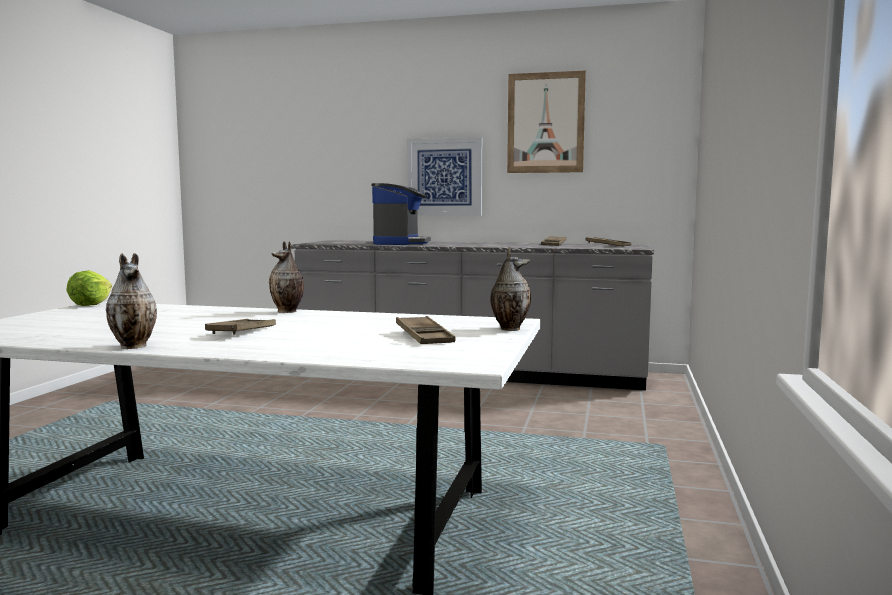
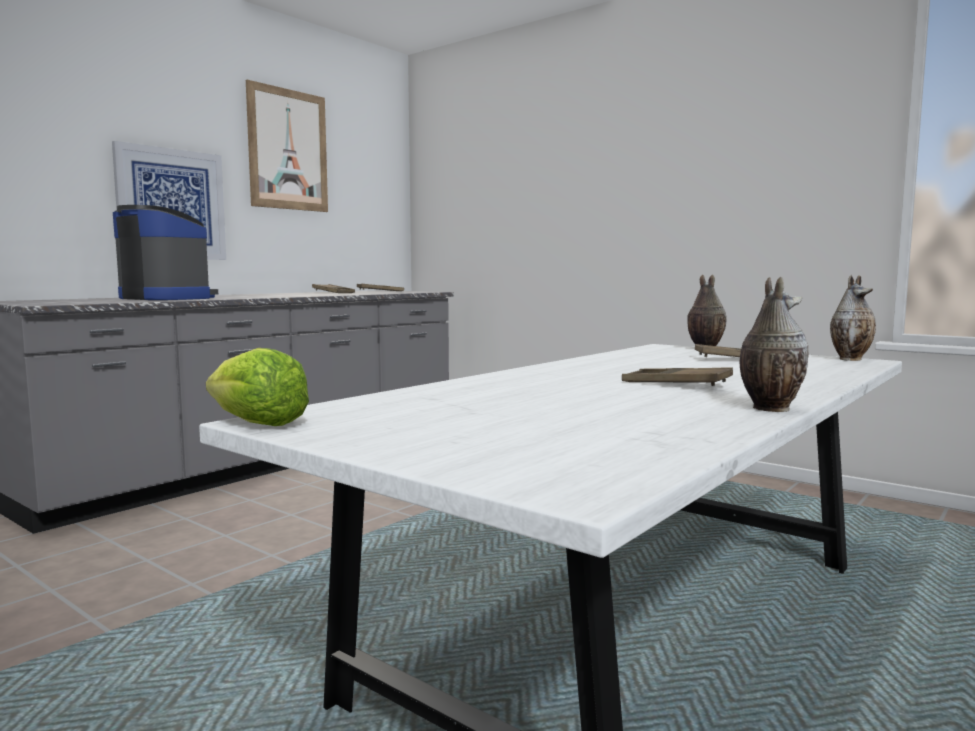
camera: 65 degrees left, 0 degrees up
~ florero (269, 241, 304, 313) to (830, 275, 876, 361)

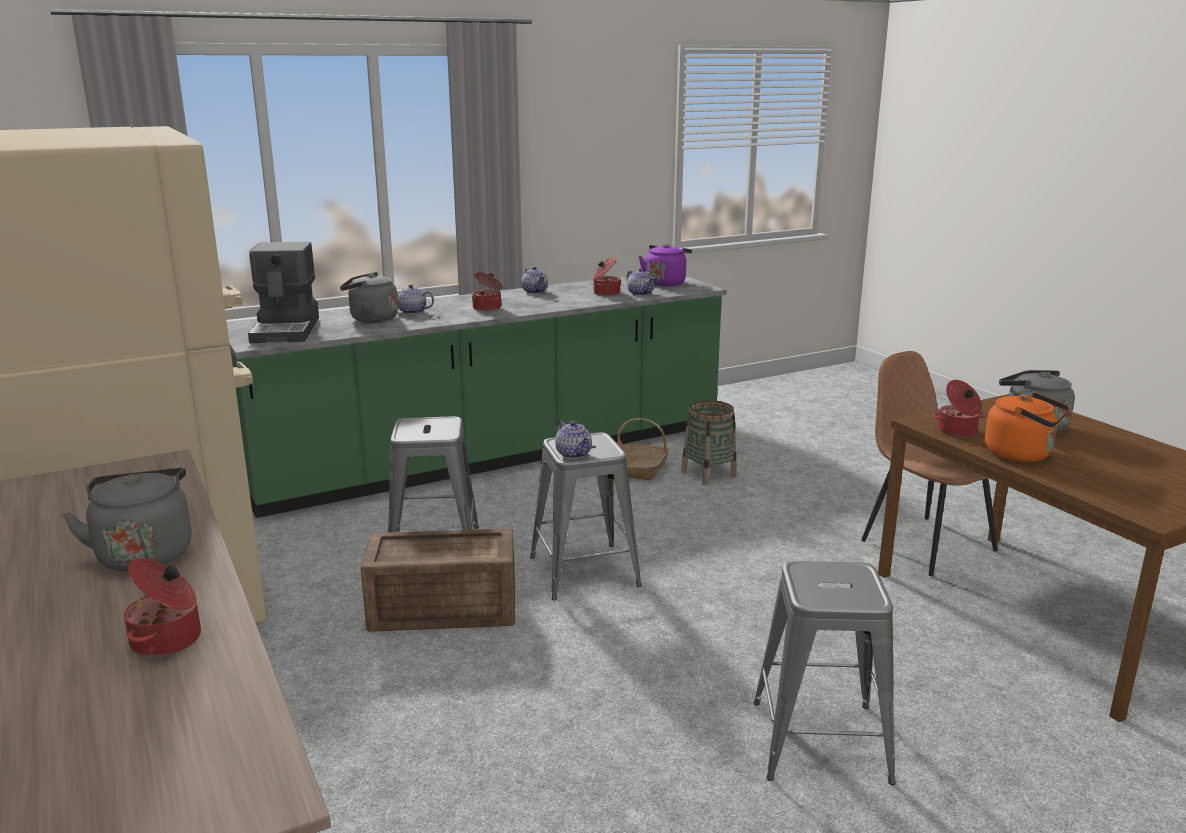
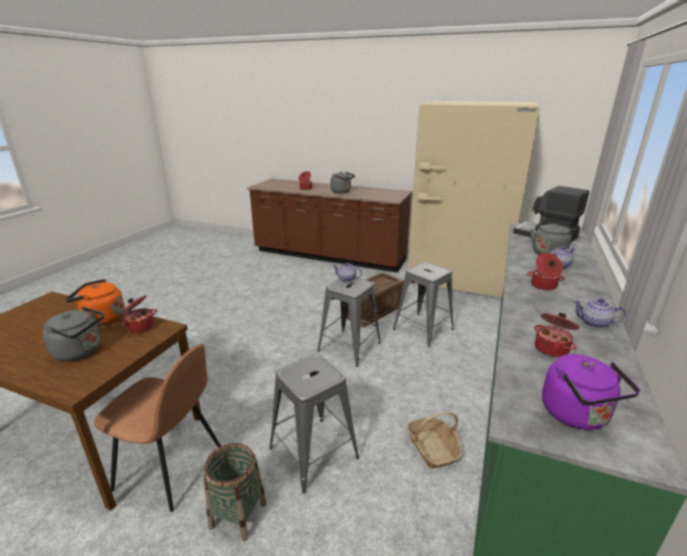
camera: 140 degrees right, 5 degrees up
- tetera (626, 268, 655, 296)
~ cesta (681, 400, 737, 485) to (204, 443, 267, 541)
~ taburete [gris] (754, 561, 896, 785) to (269, 354, 359, 494)

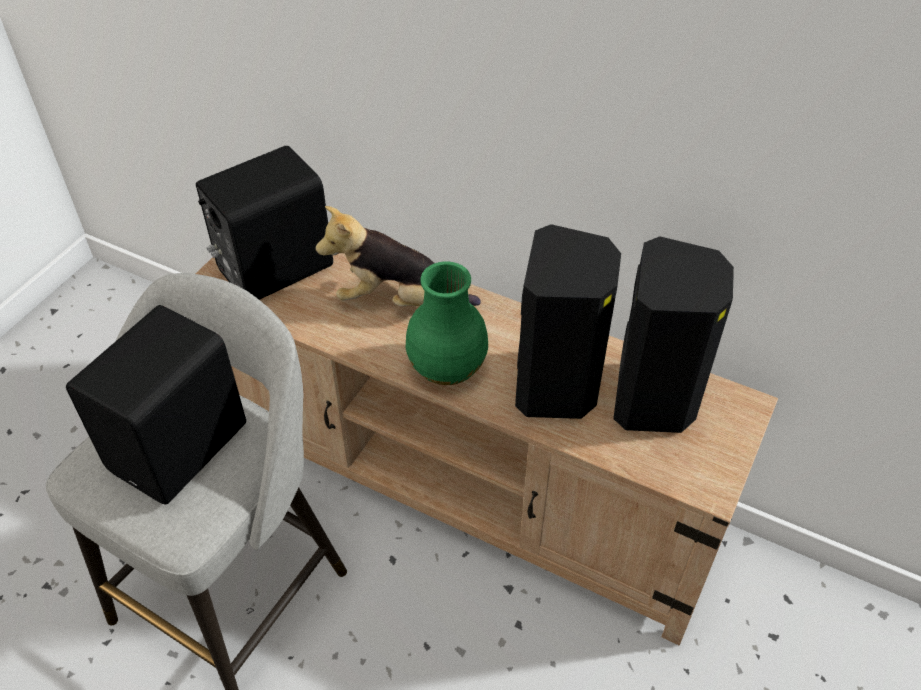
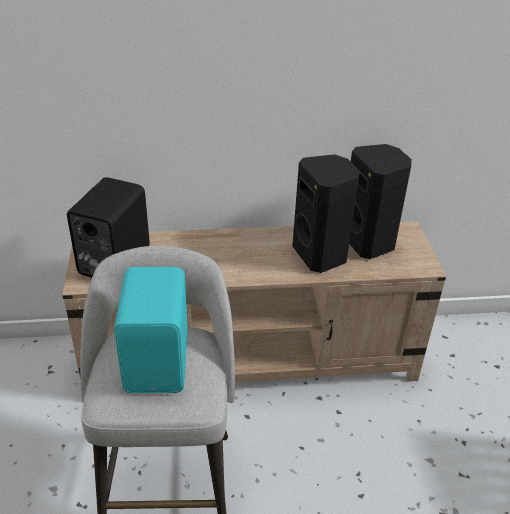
camera: 35 degrees left, 10 degrees down
~ altavoz [negro] (66, 305, 246, 504) to altavoz [turquesa] (114, 267, 188, 393)
- peluche (315, 206, 481, 306)
- florero [verde] (406, 261, 488, 385)

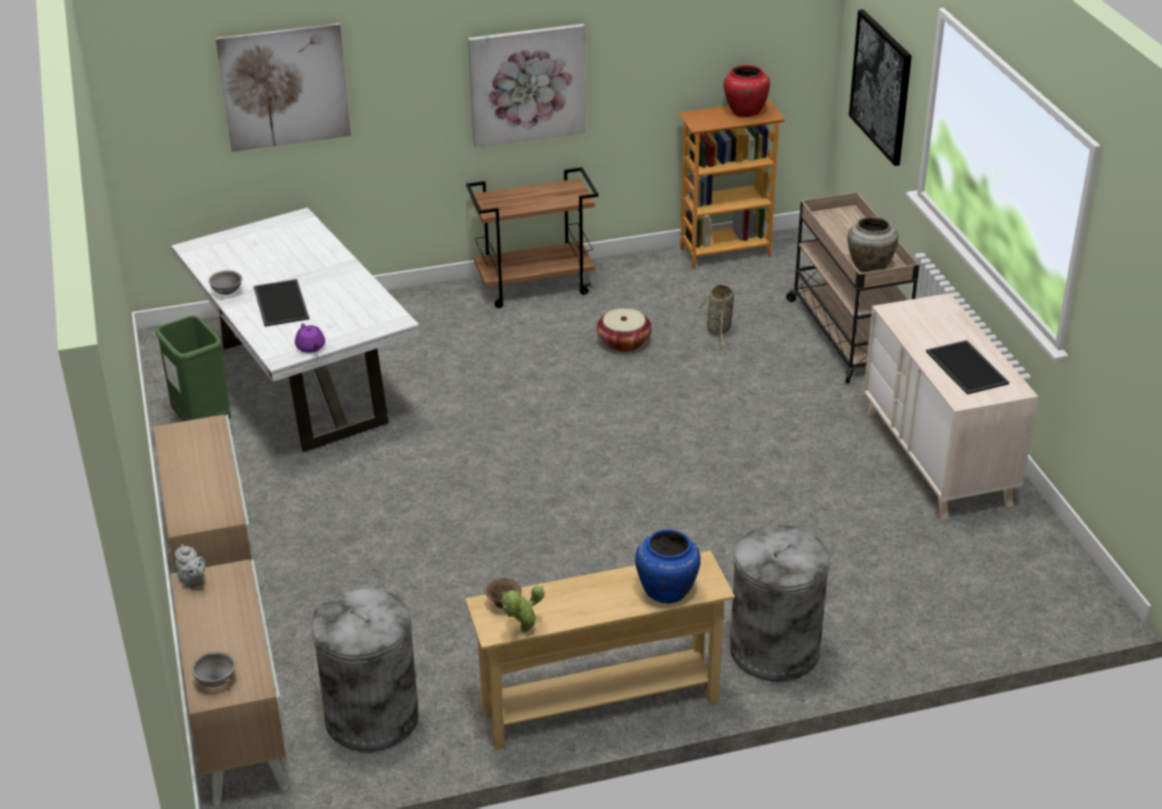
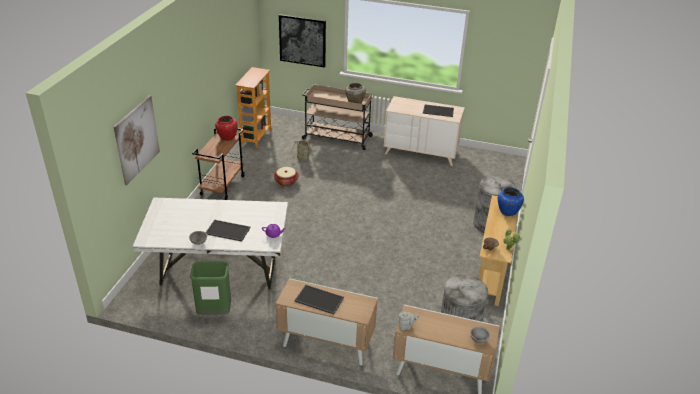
camera: 60 degrees left, 0 degrees up
- cuadro (468, 24, 586, 148)
~ florero [rojo] (724, 65, 770, 117) to (215, 116, 238, 141)
+ bandeja (294, 285, 344, 314)

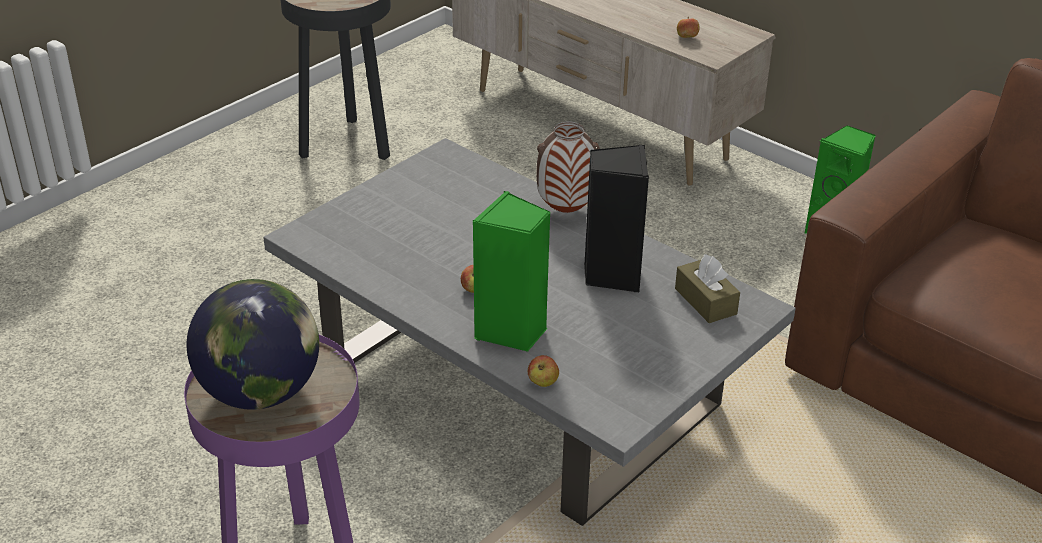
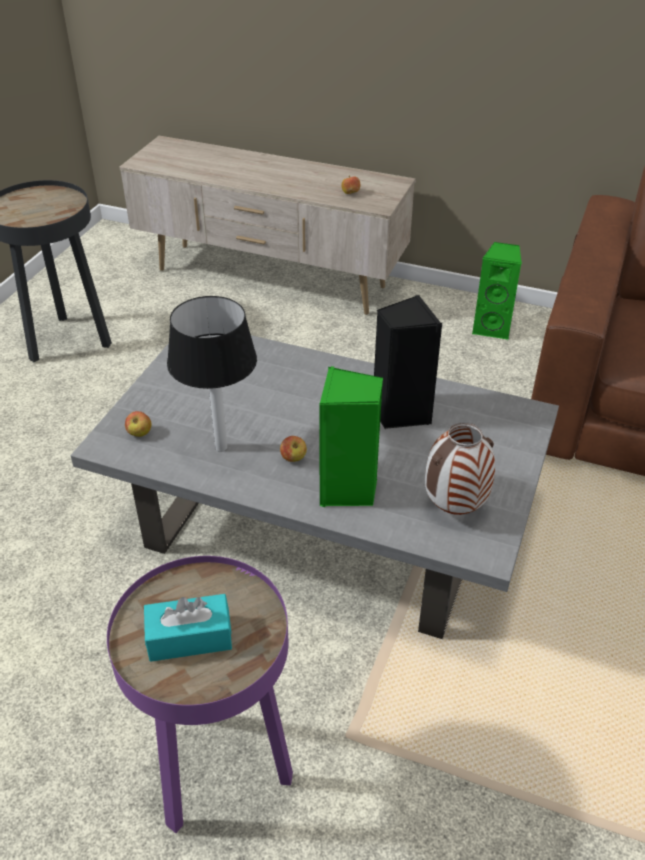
camera: 20 degrees left, 5 degrees up
~ globo terráqueo (187, 279, 319, 410) to caja de pañuelos [turquesa] (144, 594, 232, 662)
~ manzana (528, 355, 559, 387) to (125, 411, 151, 437)
~ florero (536, 121, 600, 213) to (425, 422, 495, 515)
- caja de pañuelos [marrón] (675, 254, 740, 323)
+ lámpara de mesa (167, 296, 257, 452)

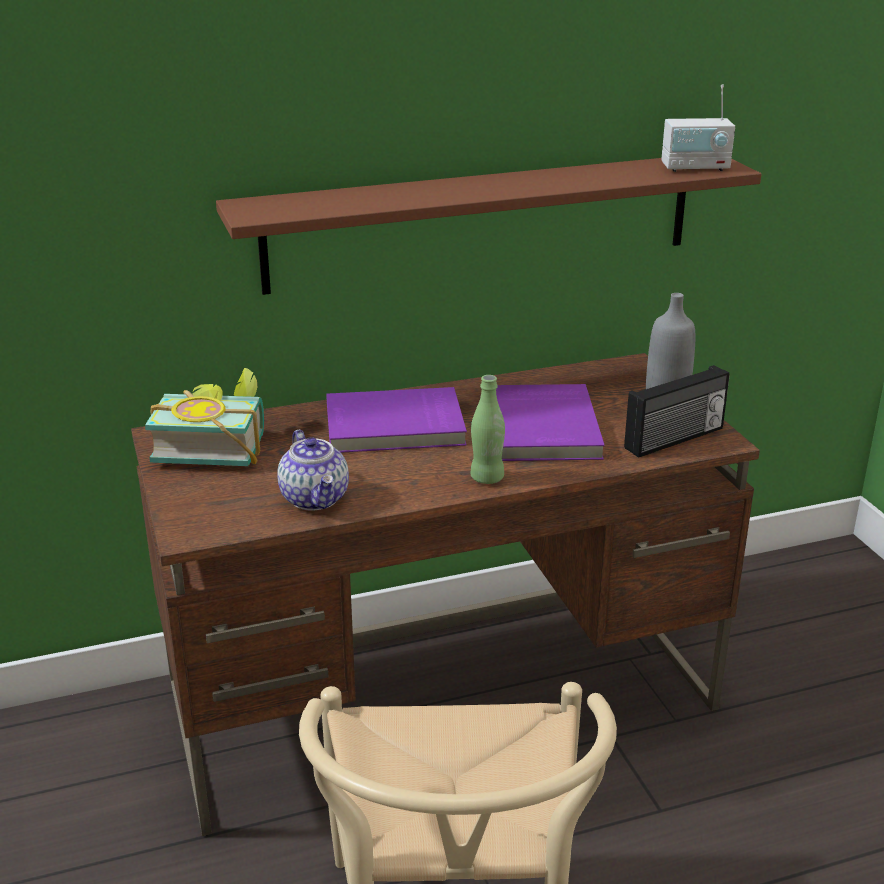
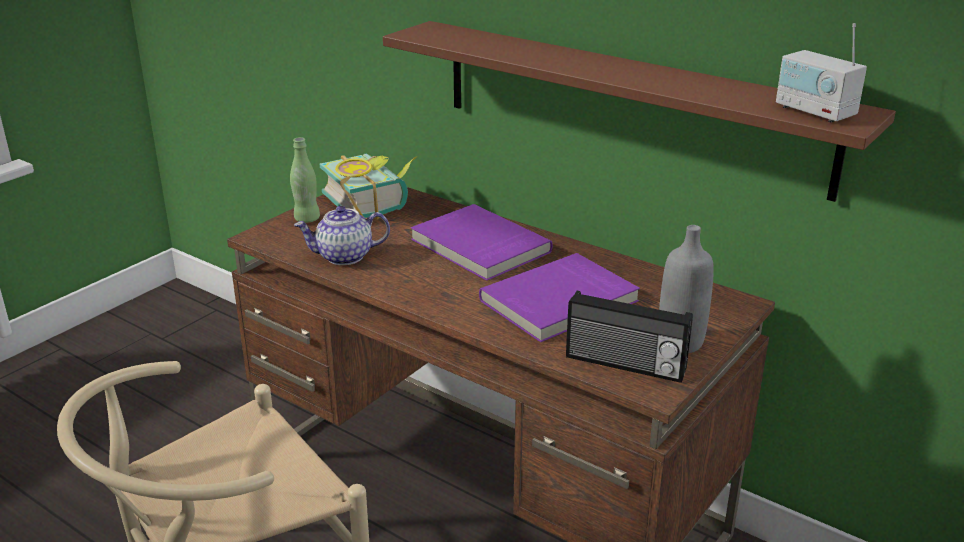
camera: 55 degrees right, 0 degrees up
~ tetera (277, 430, 349, 511) = (294, 206, 390, 265) 45 degrees clockwise
~ botella [verde] (471, 375, 505, 484) to (290, 137, 320, 223)

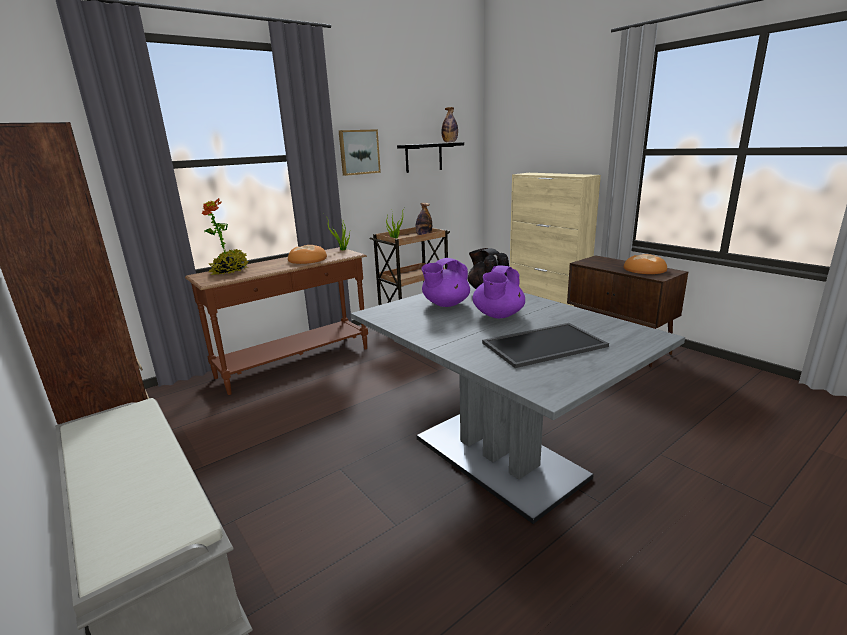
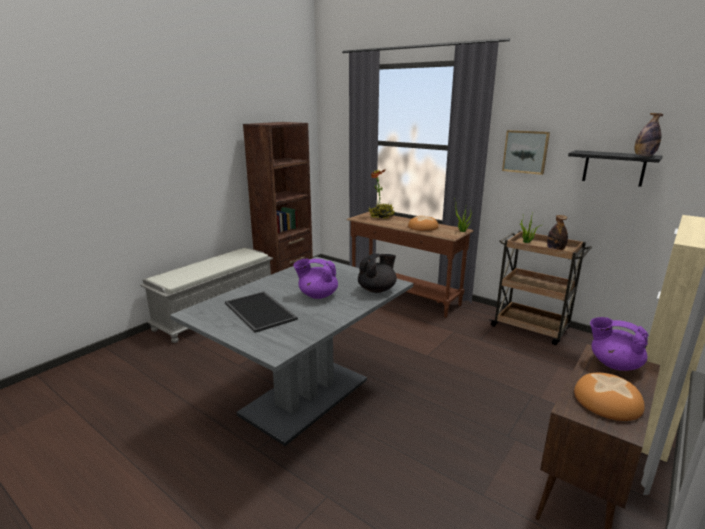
camera: 75 degrees right, 0 degrees up
~ tetera [morado] (422, 258, 470, 307) to (590, 317, 648, 371)

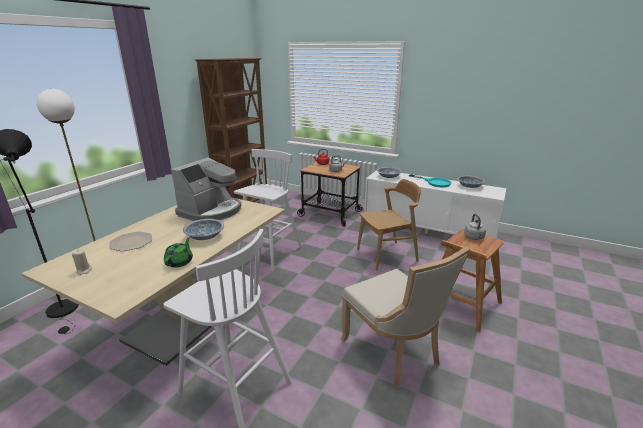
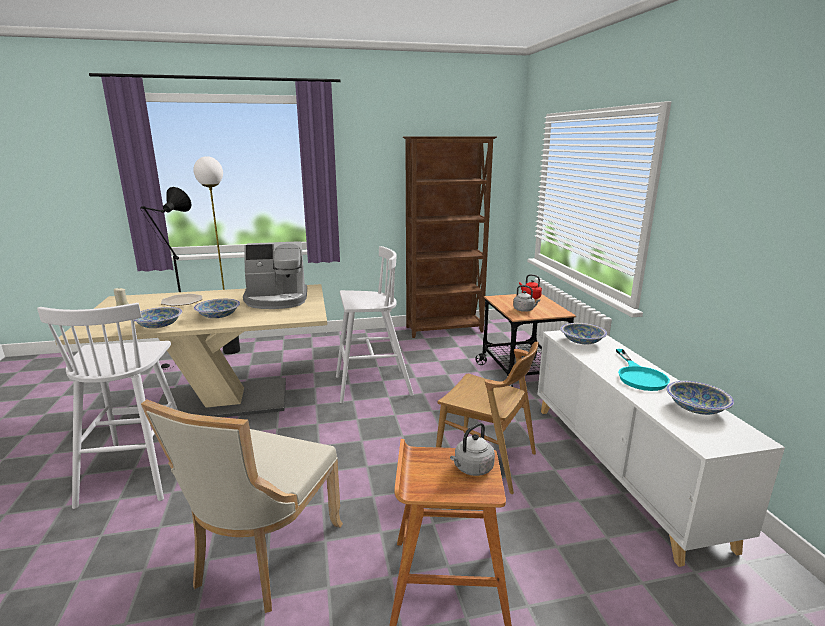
camera: 50 degrees right, 5 degrees down
~ tetera [verde] (164, 237, 193, 268) to cuenco (134, 307, 182, 328)

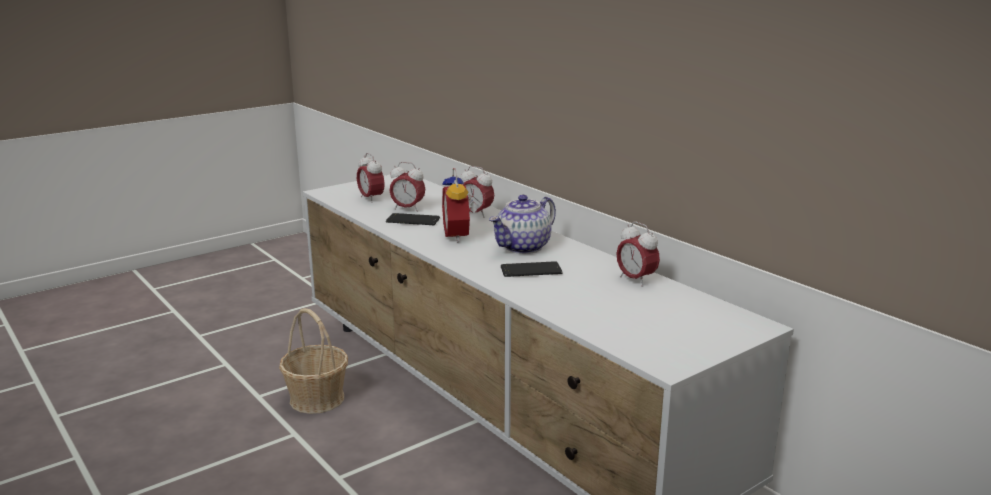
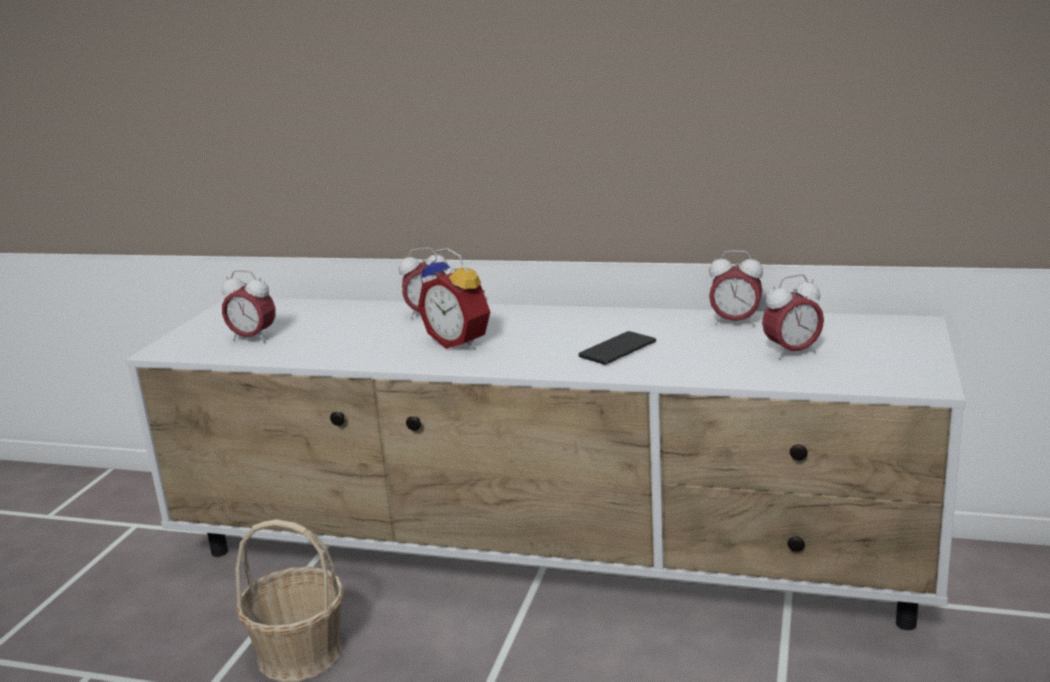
camera: 35 degrees left, 0 degrees up
- móvil (386, 213, 440, 225)
~ despertador (389, 162, 425, 212) to (762, 274, 824, 360)
- tetera (489, 195, 556, 254)

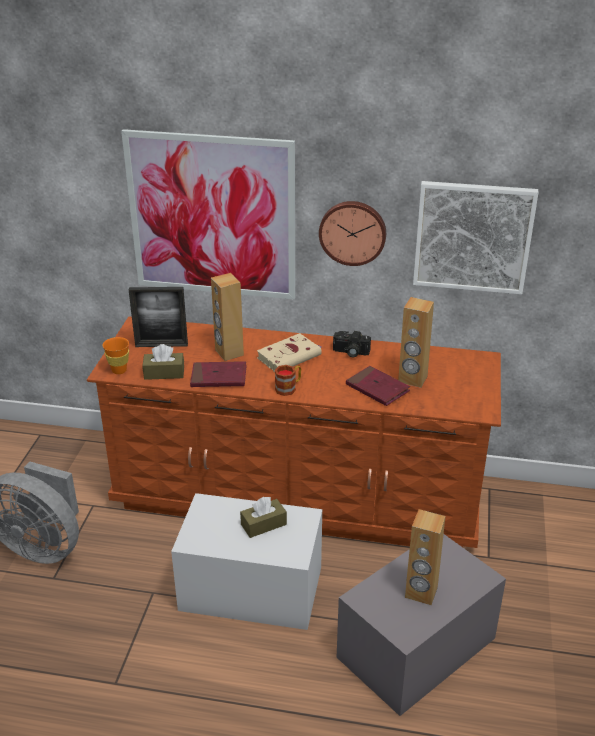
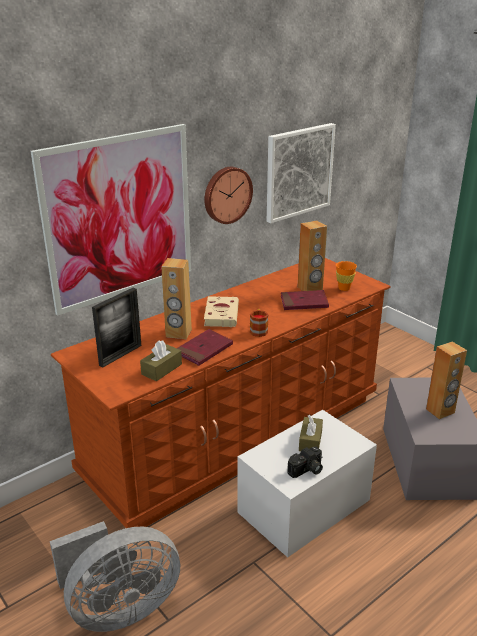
camera: 50 degrees left, 5 degrees down
~ taza [naranja] (103, 337, 129, 374) to (336, 261, 357, 291)
~ cámara (333, 331, 371, 357) to (287, 446, 323, 478)

